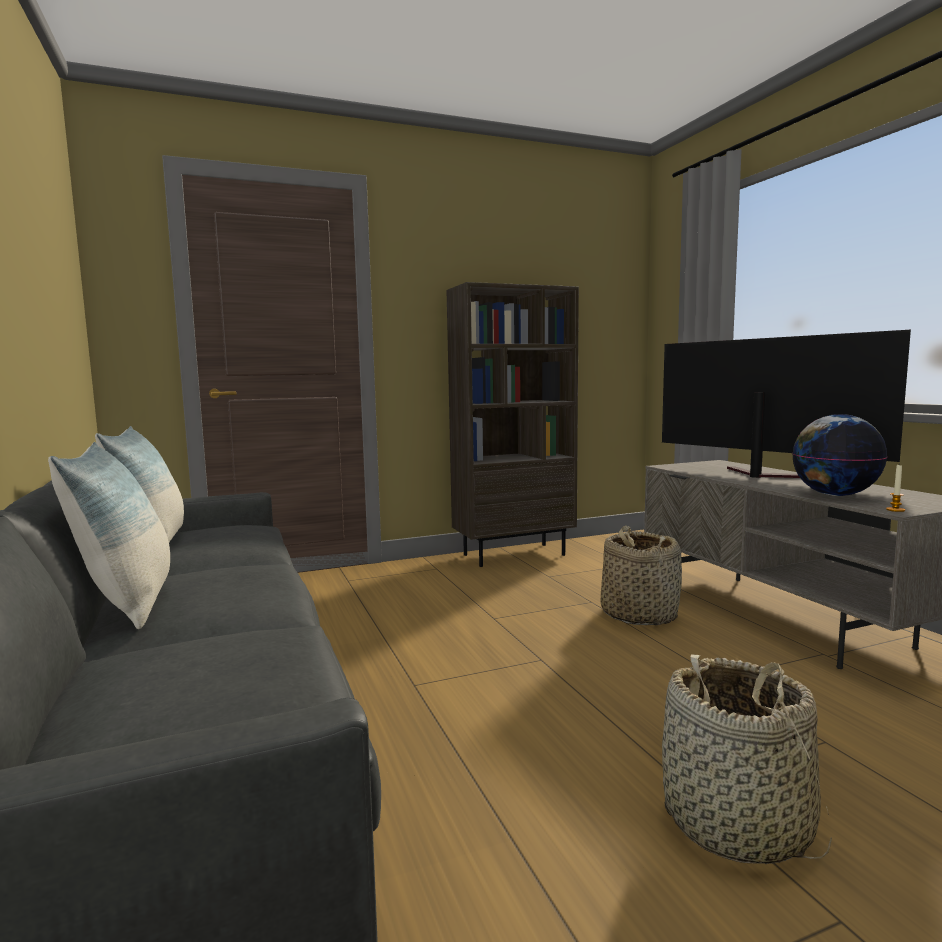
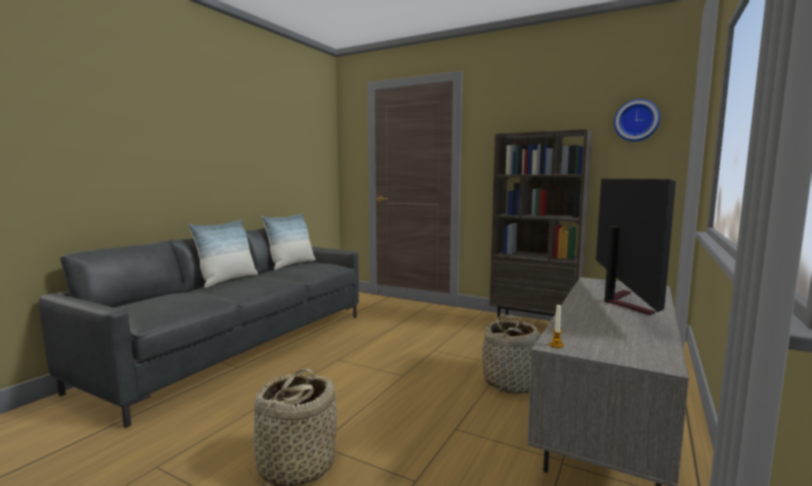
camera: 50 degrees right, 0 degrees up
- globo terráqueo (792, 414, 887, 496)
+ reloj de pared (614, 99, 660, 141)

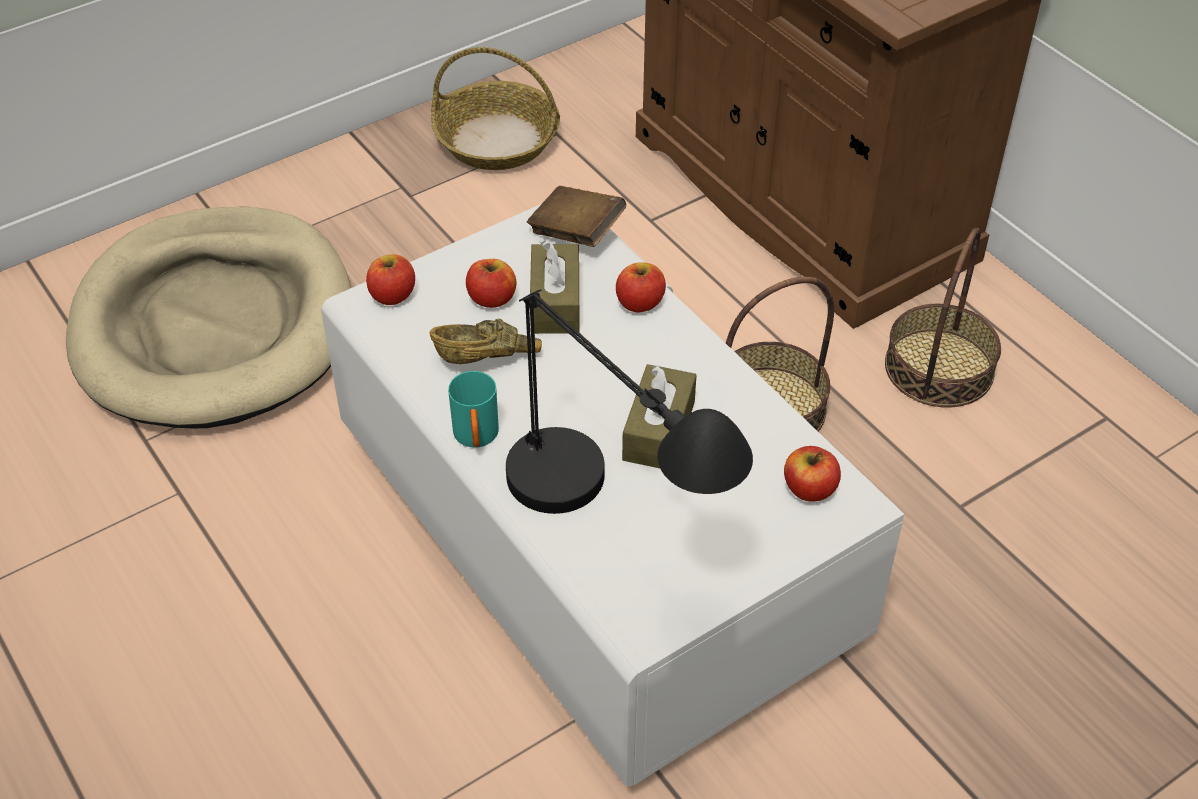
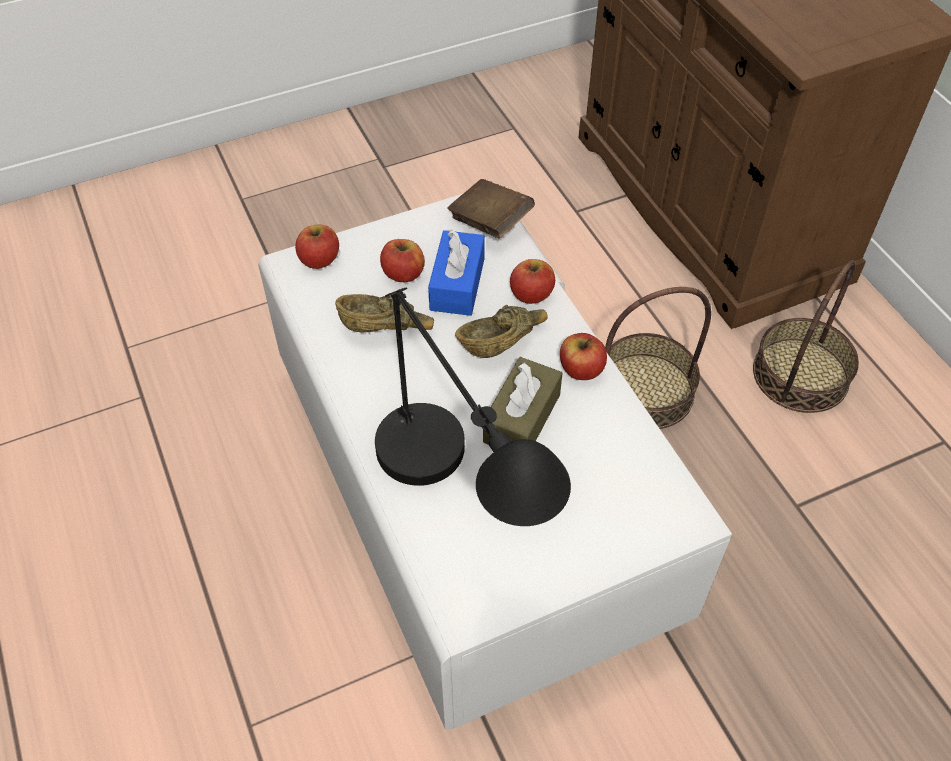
camera: 10 degrees right, 5 degrees up
- cama para perro [beis] (66, 207, 351, 428)
- cesta (431, 47, 560, 170)
- taza grande [turquesa] (448, 371, 499, 448)
~ caja de pañuelos [marrón] (530, 240, 579, 334) to caja de pañuelos [azul] (428, 230, 485, 316)
~ manzana (784, 446, 841, 501) to (560, 333, 607, 380)
+ cuenco [marrón] (455, 305, 548, 358)

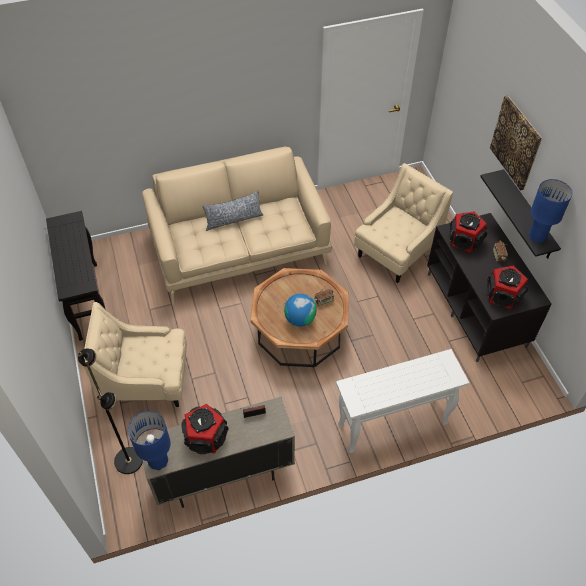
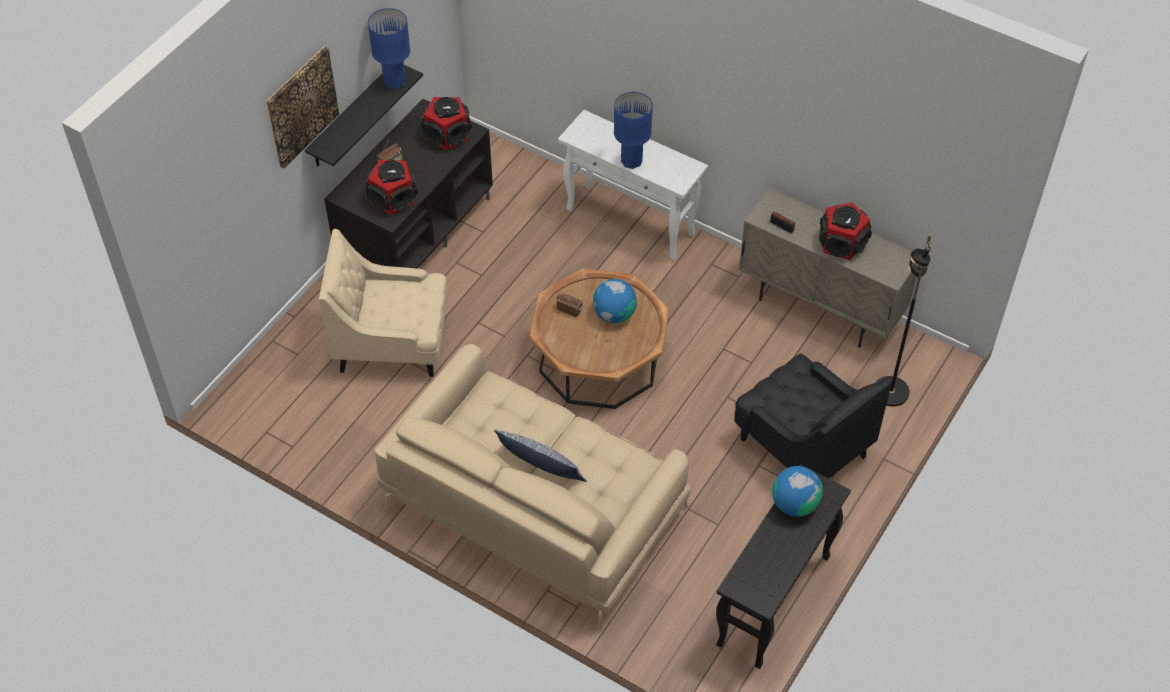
camera: 130 degrees left, 0 degrees up
~ sillón [beis] (84, 302, 187, 407) to sillón [negro] (734, 353, 892, 479)
~ lámpara de mesa [azul] (128, 411, 171, 470) to (614, 91, 653, 169)
+ globo terráqueo (772, 466, 823, 517)

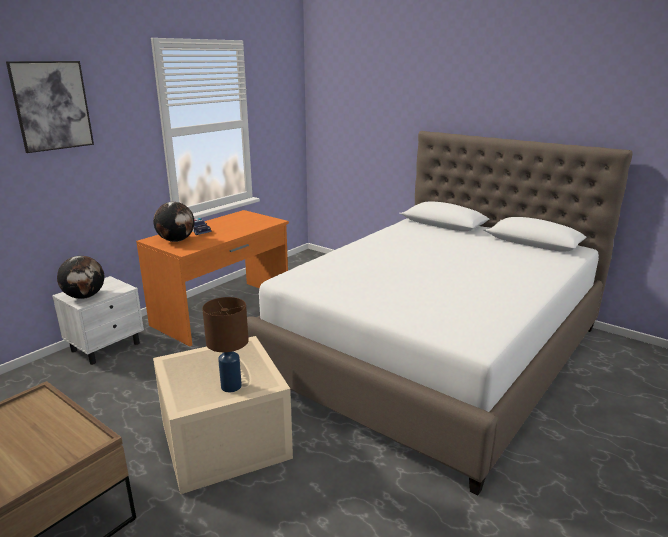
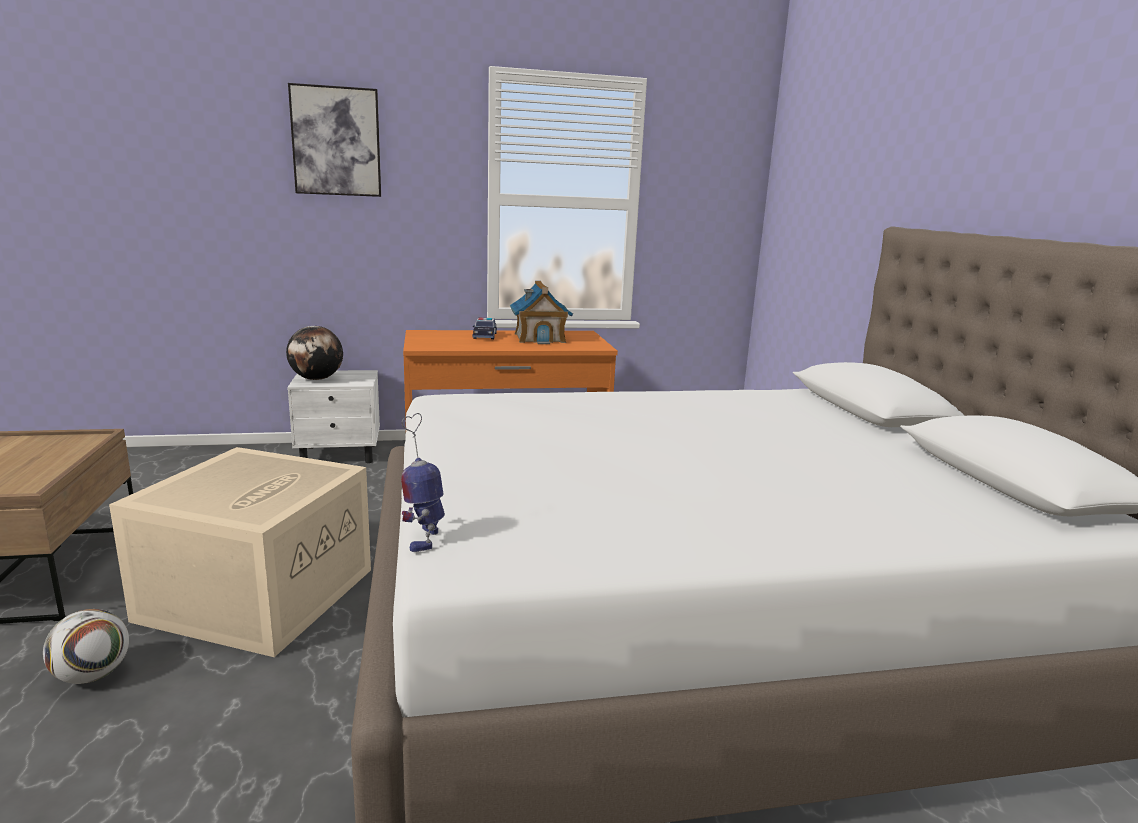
camera: 40 degrees right, 5 degrees down
- globo terráqueo (153, 202, 194, 242)
- lámpara de mesa [marrón] (202, 297, 249, 392)
+ balón de fútbol (43, 609, 129, 684)
+ robot de juguete (401, 413, 445, 552)
+ casita (510, 281, 573, 344)

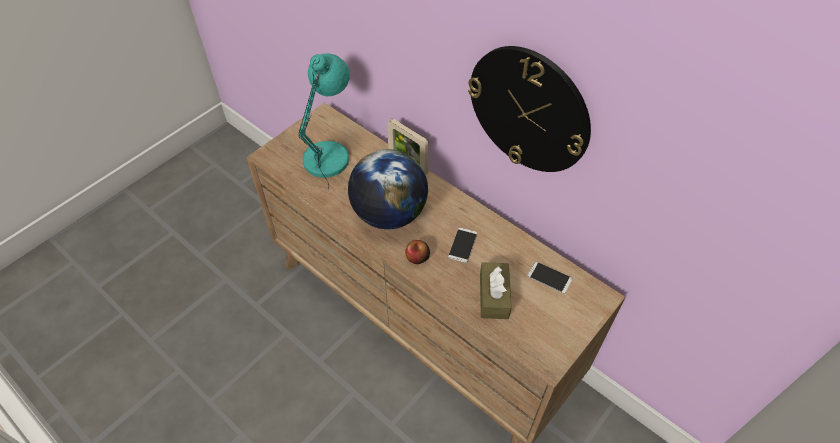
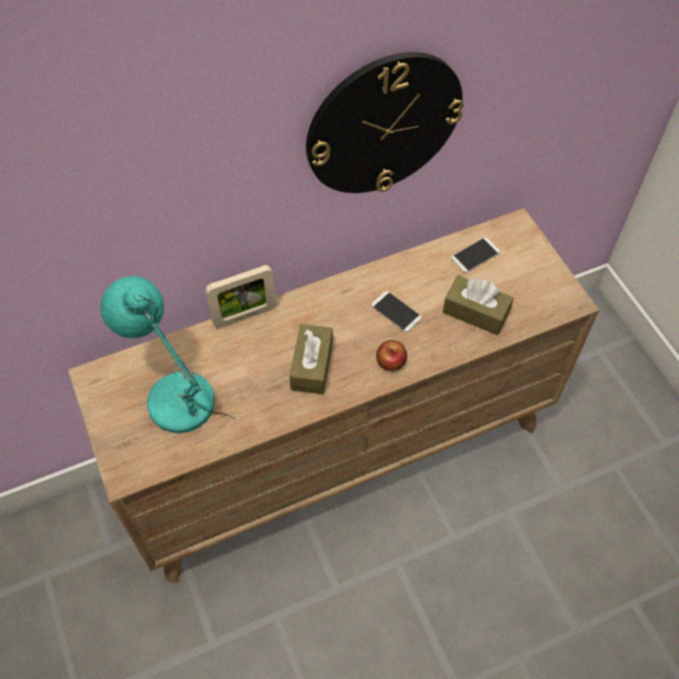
camera: 65 degrees left, 5 degrees up
~ globo terráqueo (348, 149, 428, 229) to caja de pañuelos [marrón] (289, 324, 333, 394)

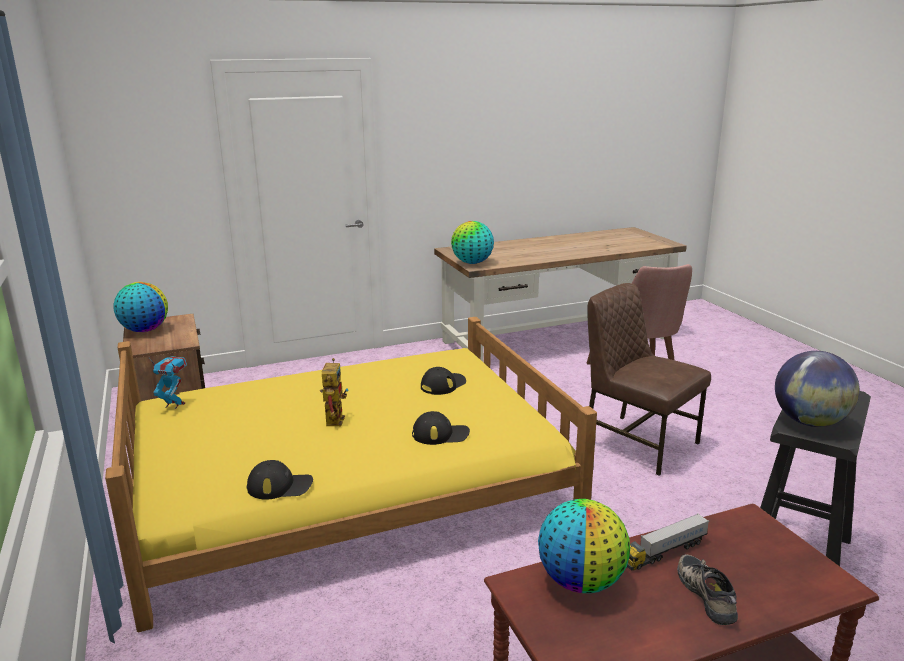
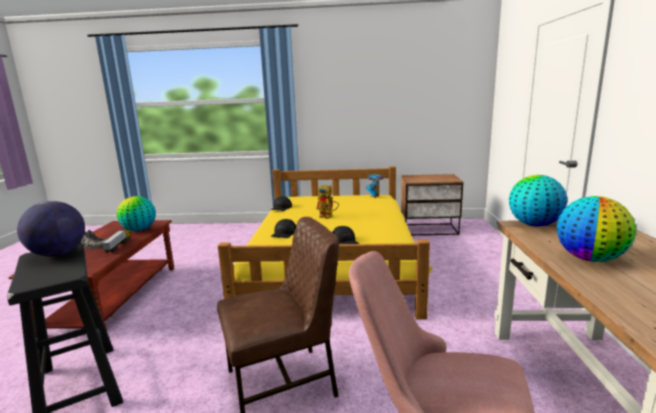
camera: 115 degrees right, 5 degrees down
~ globo terráqueo (113, 282, 168, 332) to (557, 196, 636, 262)

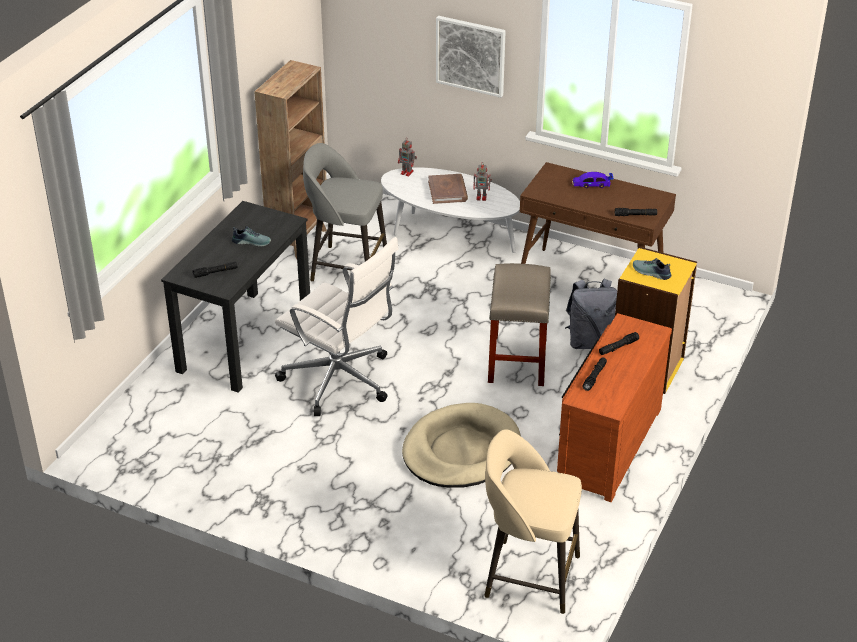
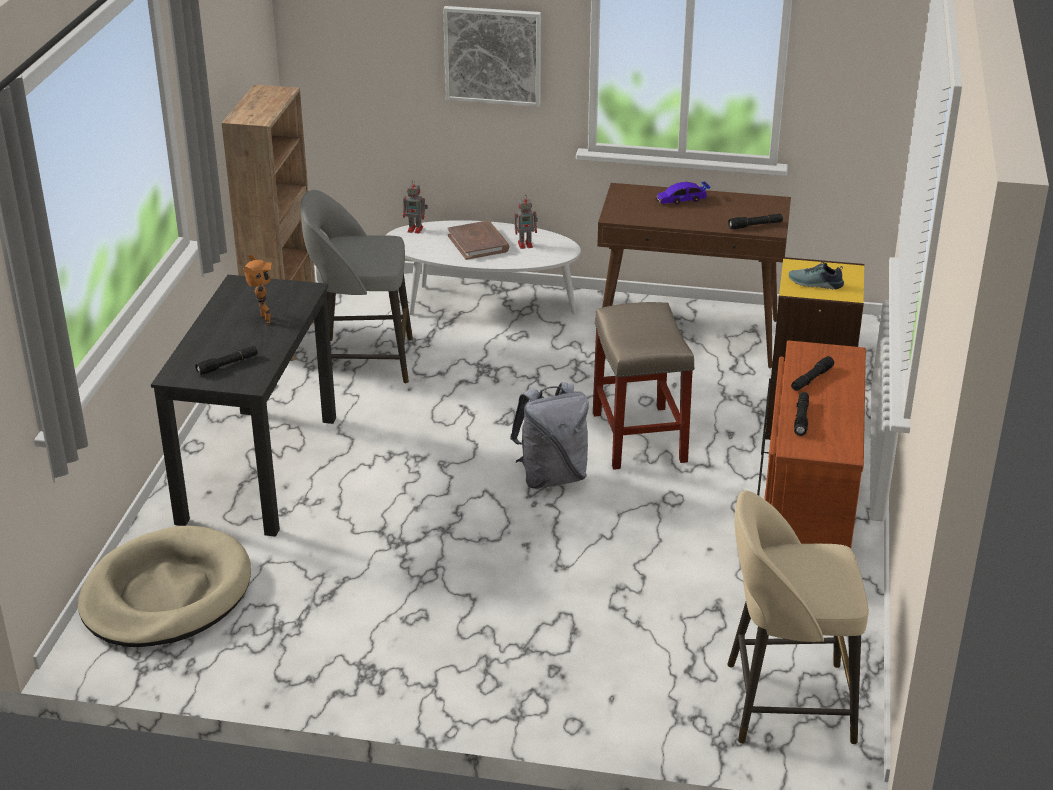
camera: 15 degrees left, 5 degrees down
~ zapato (232, 226, 271, 247) to robot de juguete (243, 254, 273, 325)
- silla de oficina [blanco] (275, 237, 399, 416)
~ cama para perro [beis] (402, 403, 521, 487) to (78, 526, 251, 647)
~ mochila [gris] (565, 279, 617, 349) to (510, 382, 589, 489)

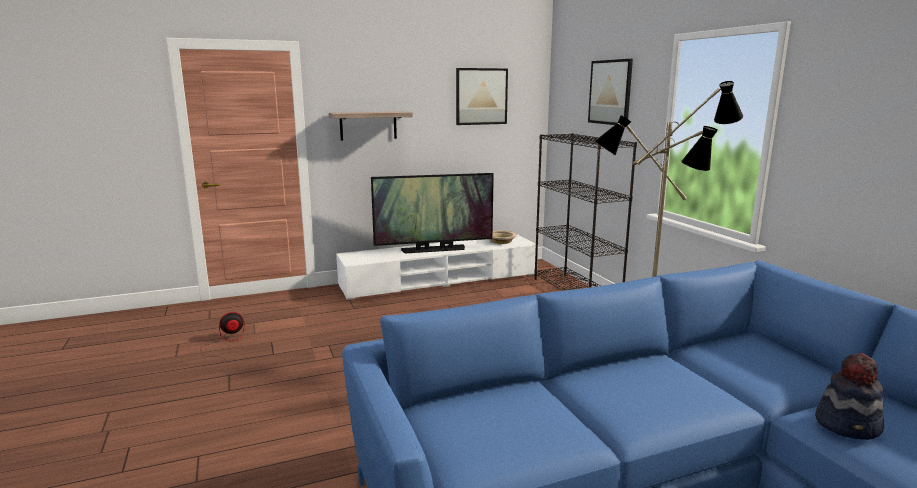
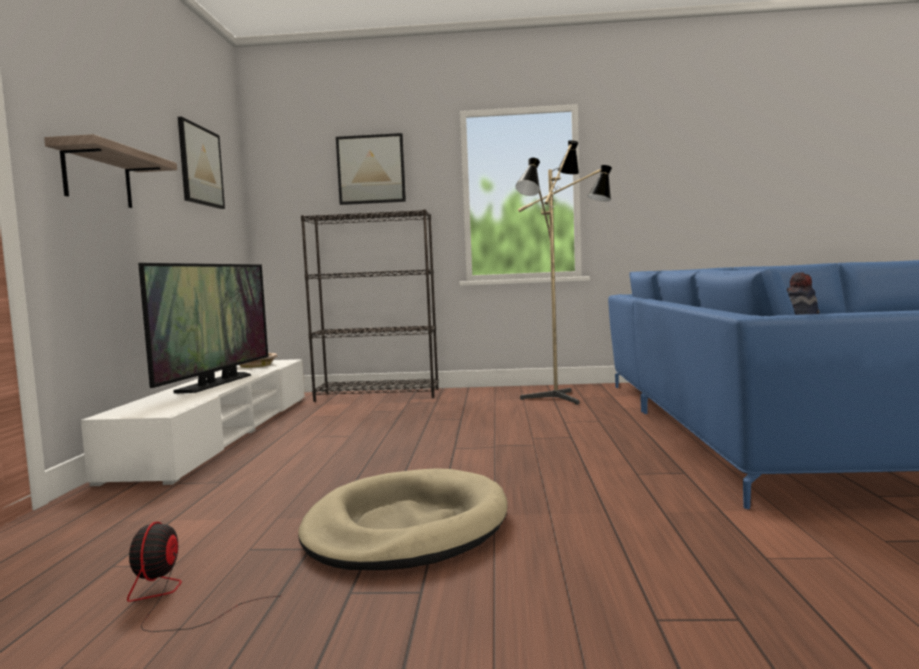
camera: 65 degrees left, 10 degrees down
+ cama para perro [beis] (298, 468, 507, 570)

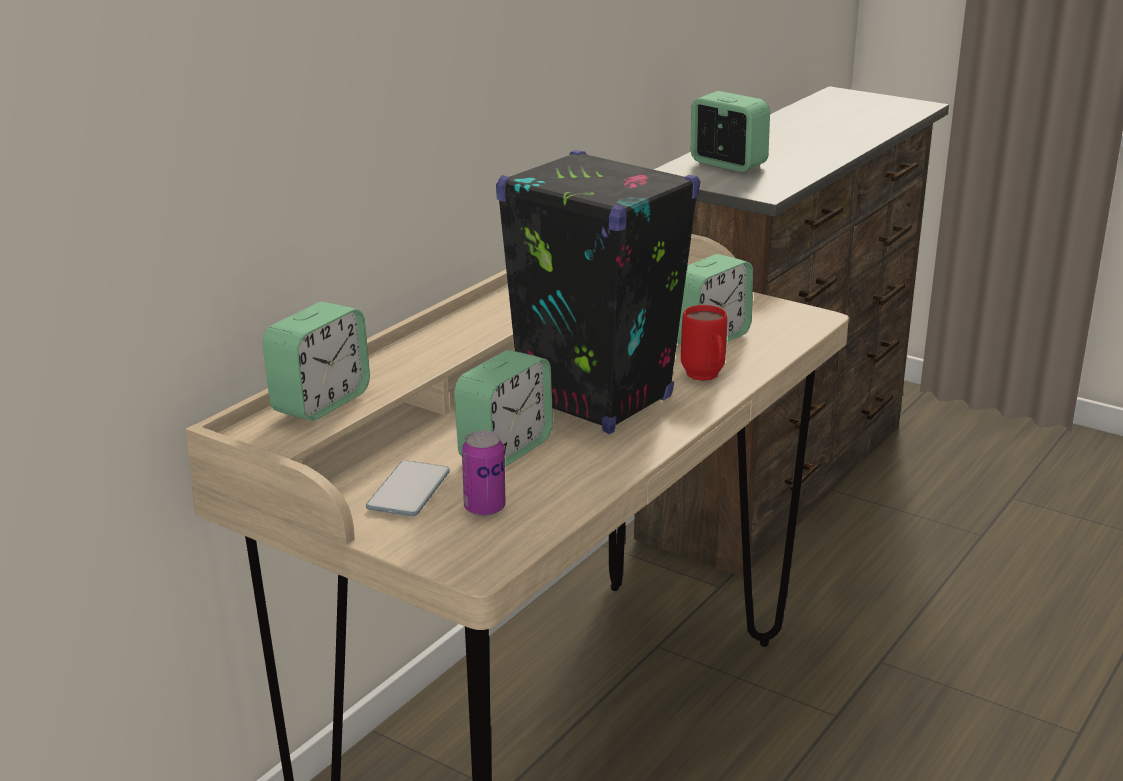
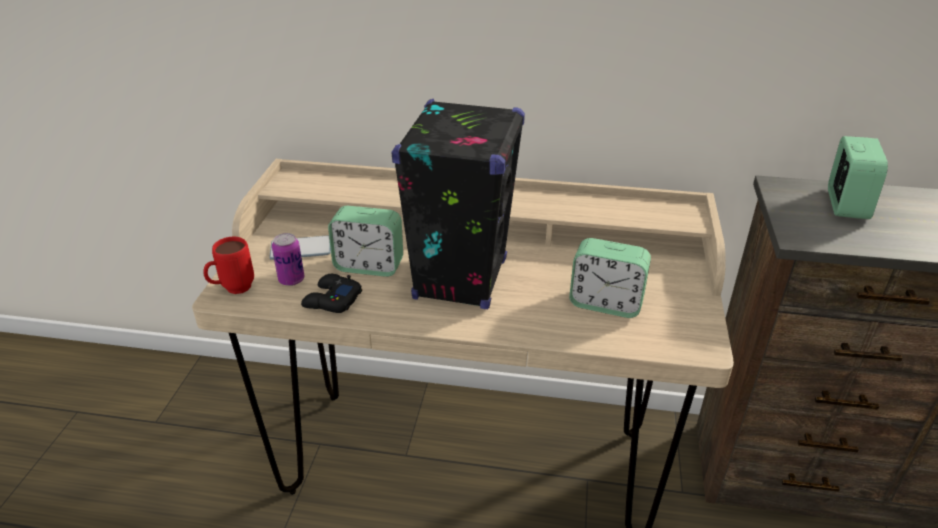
camera: 65 degrees right, 10 degrees up
- despertador (262, 302, 370, 421)
~ taza grande [rojo] (681, 305, 727, 381) to (203, 237, 254, 294)
+ mando de consola [negro] (301, 274, 362, 313)

